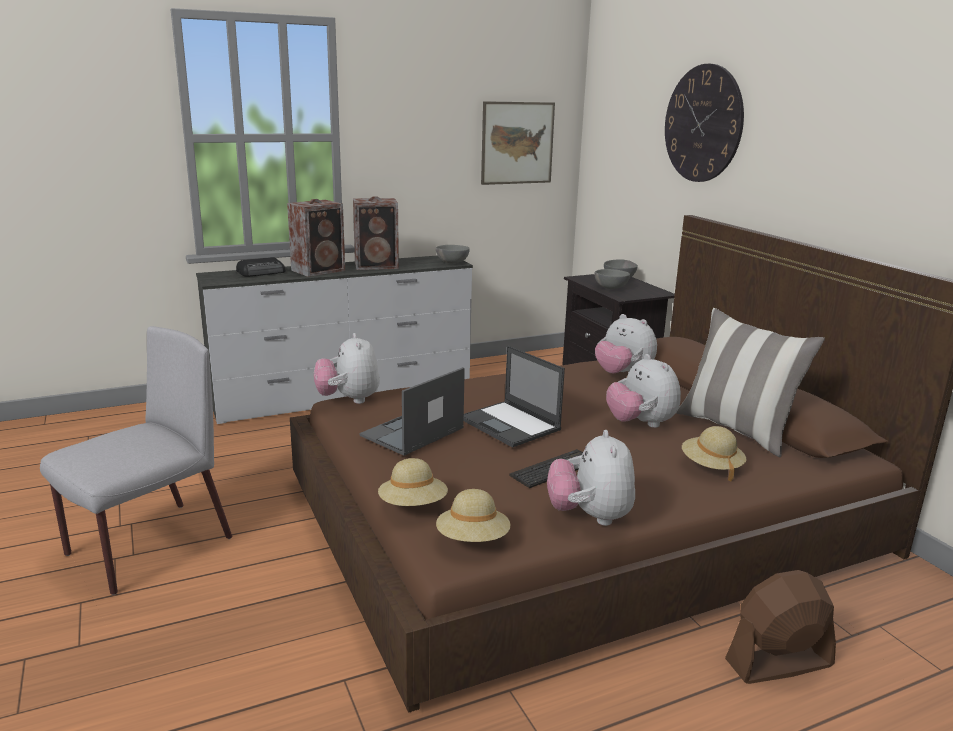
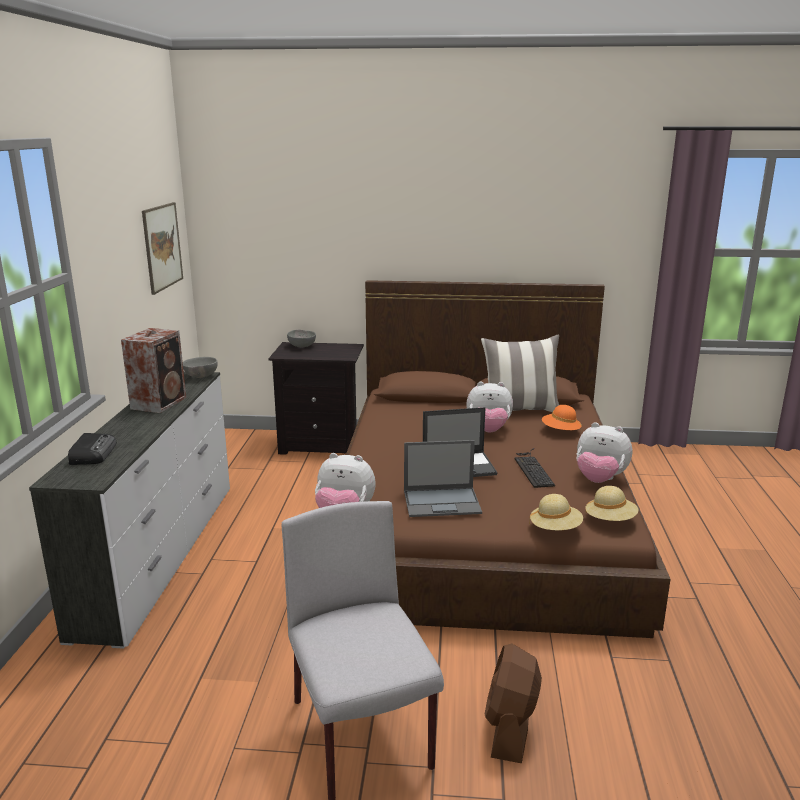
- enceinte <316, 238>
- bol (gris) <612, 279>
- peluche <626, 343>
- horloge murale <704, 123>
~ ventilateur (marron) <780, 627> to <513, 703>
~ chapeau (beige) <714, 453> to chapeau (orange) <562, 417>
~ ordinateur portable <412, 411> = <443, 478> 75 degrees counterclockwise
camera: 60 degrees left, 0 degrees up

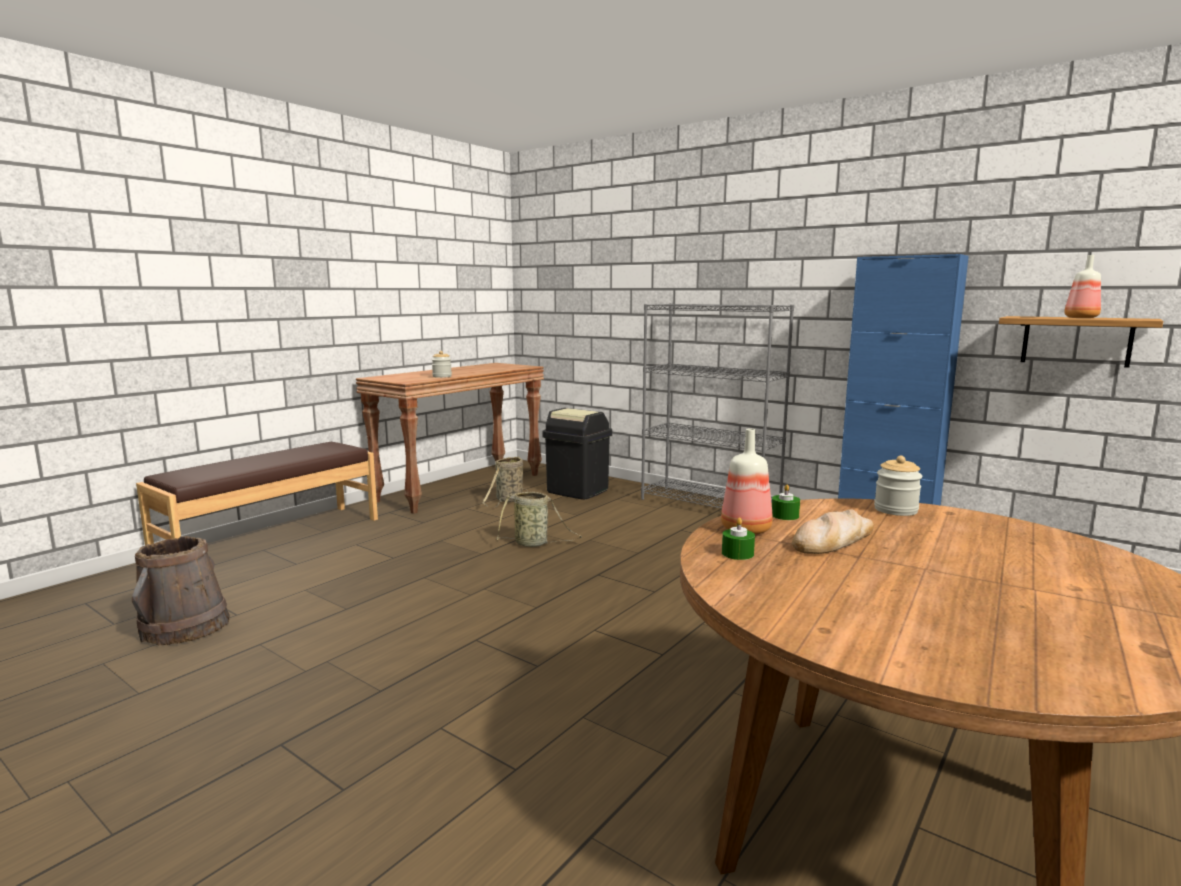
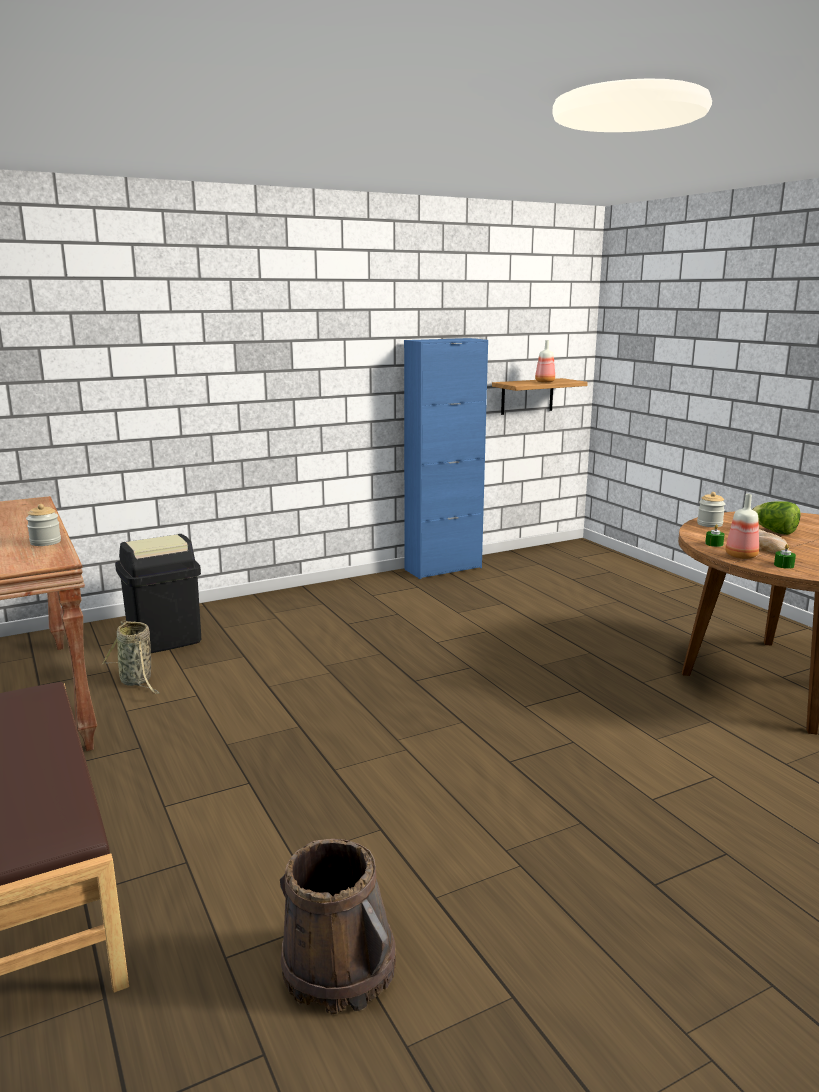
- panier <539, 519>
- bibliothèque (gris) <717, 406>
+ laitue <776, 518>
camera: 65 degrees left, 5 degrees up

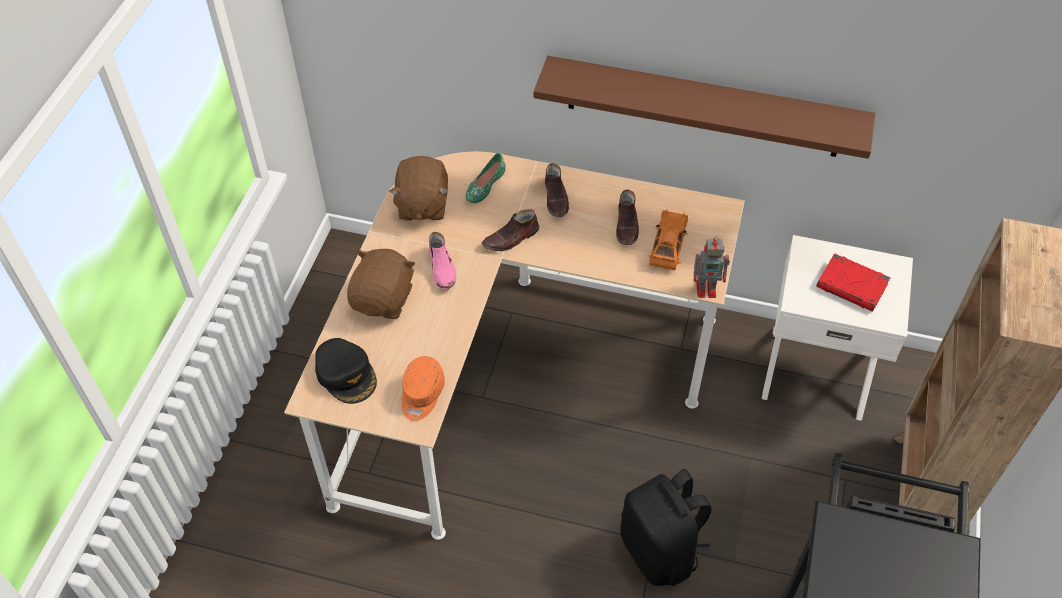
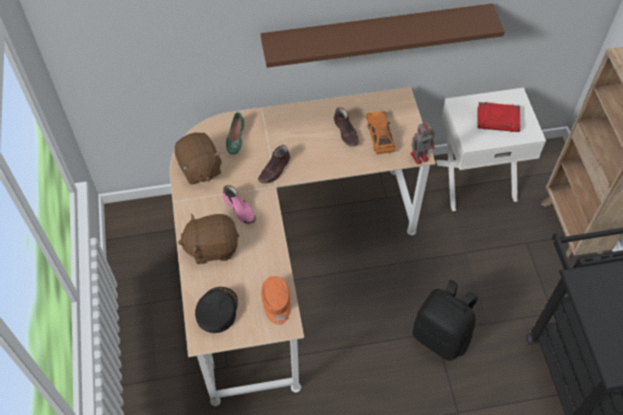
- chaussure (marron) <557, 190>
~ casquette (noir) <346, 371> = <216, 310> 105 degrees counterclockwise
~ peluche (marron) <381, 284> = <208, 239> 90 degrees counterclockwise
camera: 25 degrees left, 5 degrees up

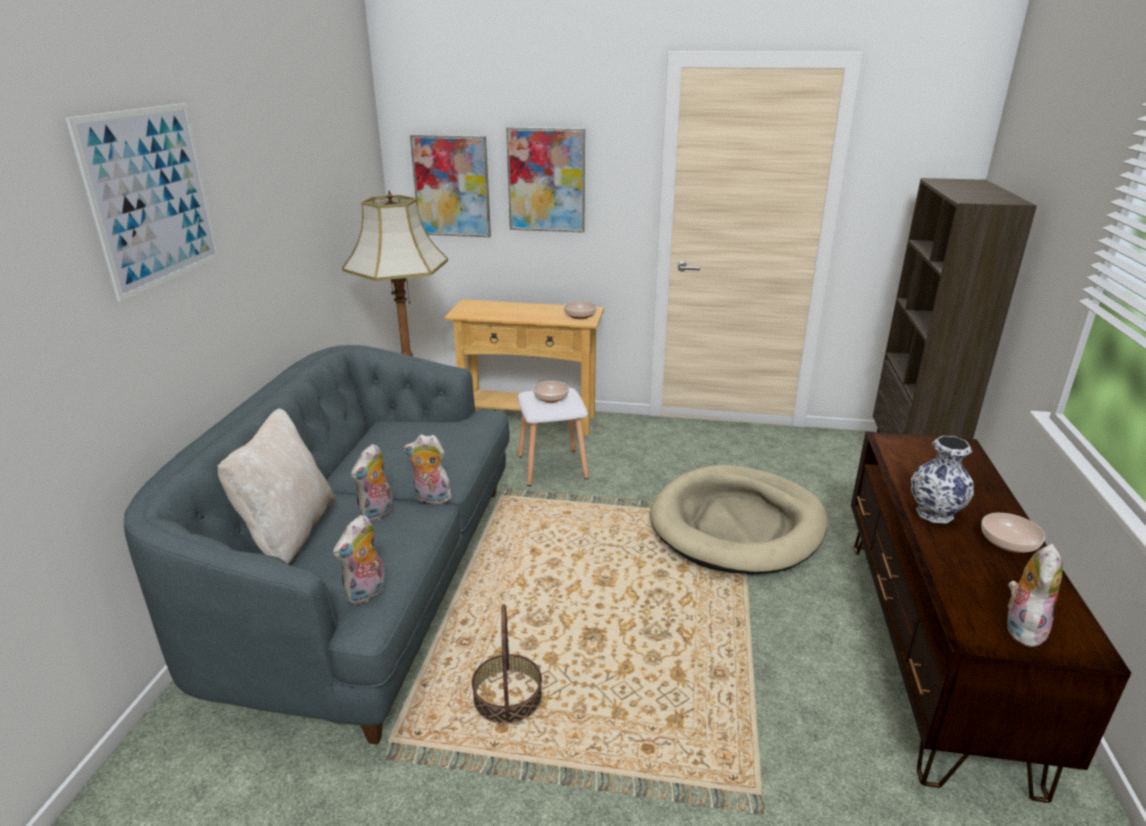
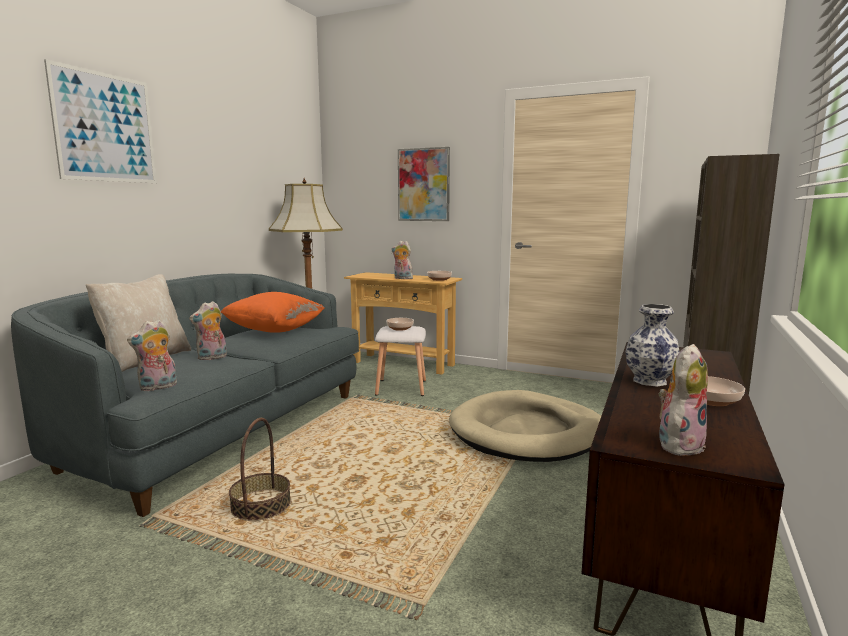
- tableau <450, 186>
+ coussin (orange) <272, 312>
~ peluche <428, 469> to <402, 260>
camera: 15 degrees right, 15 degrees down

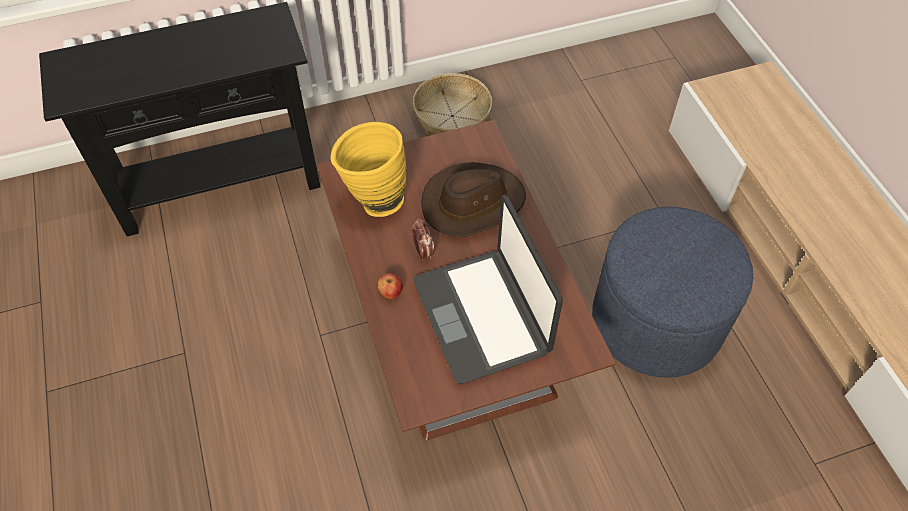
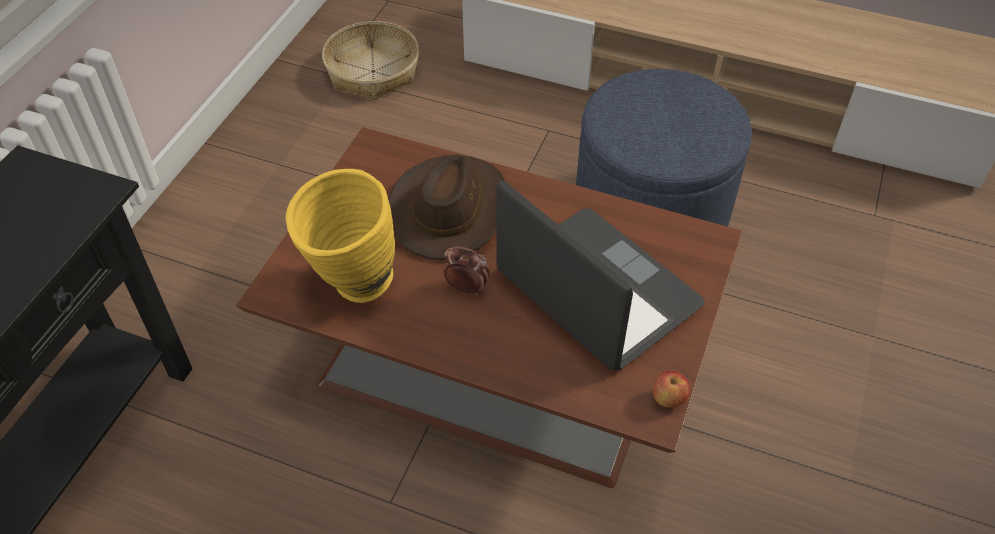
~ pomme <390, 286> to <671, 389>
~ panier <452, 104> to <370, 60>
~ ordinateur portable <488, 289> = <600, 275> 150 degrees counterclockwise
camera: 50 degrees left, 5 degrees down

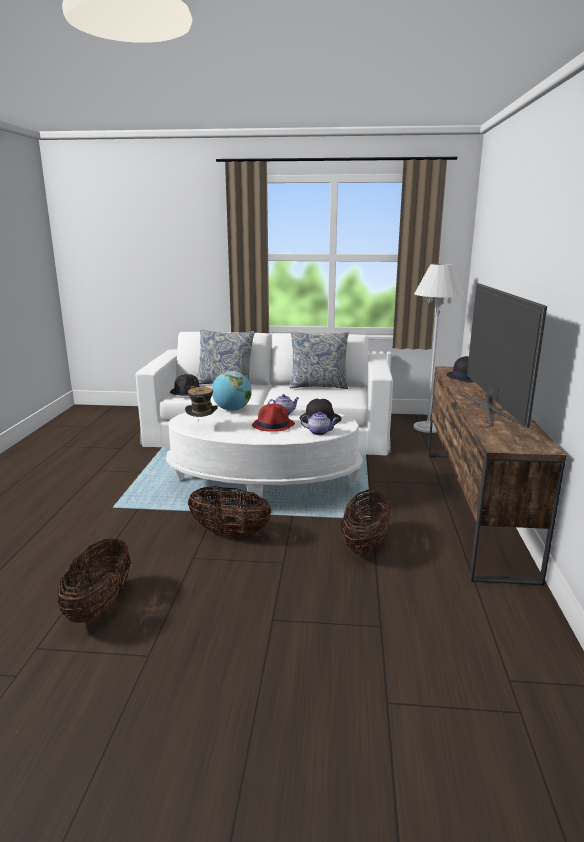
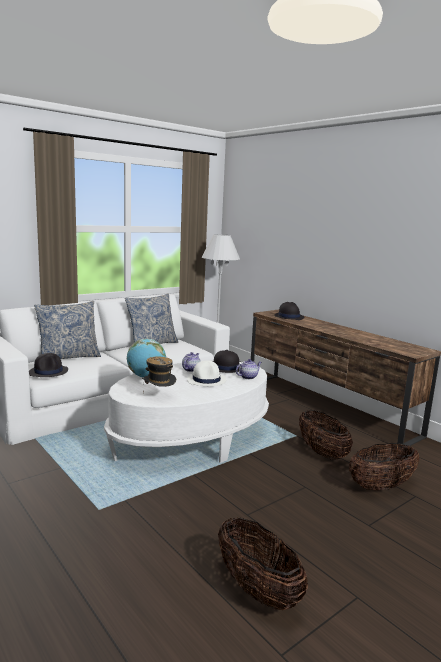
- téléviseur <503, 355>
~ panier <229, 511> to <384, 466>
~ chapeau (rouge) <273, 418> to chapeau (blanc) <206, 373>
camera: 45 degrees left, 5 degrees down

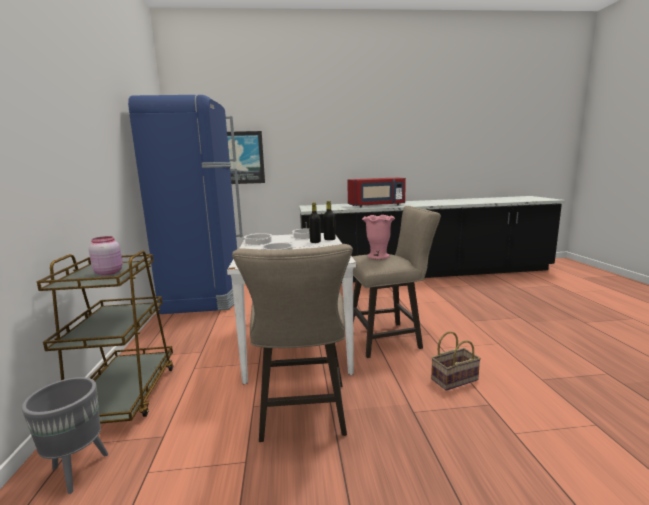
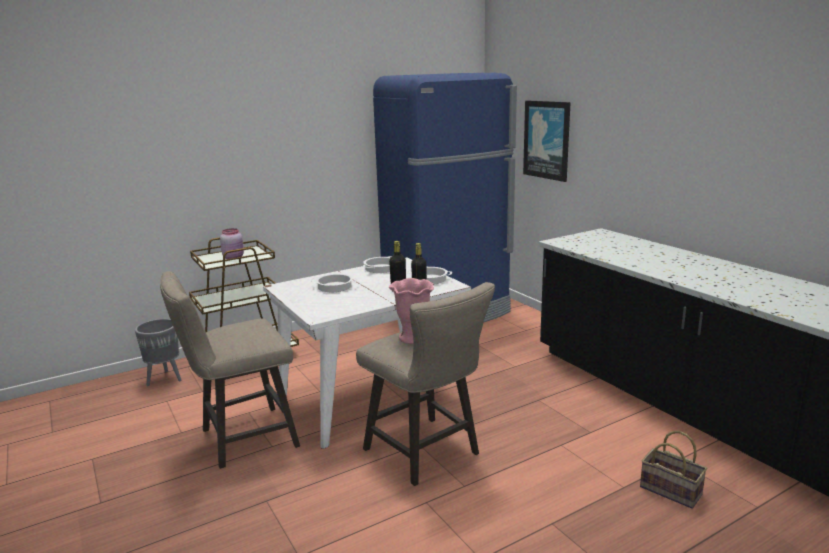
- micro-ondes (rouge) <376, 192>
~ panier <456, 361> to <673, 470>
camera: 65 degrees right, 5 degrees up

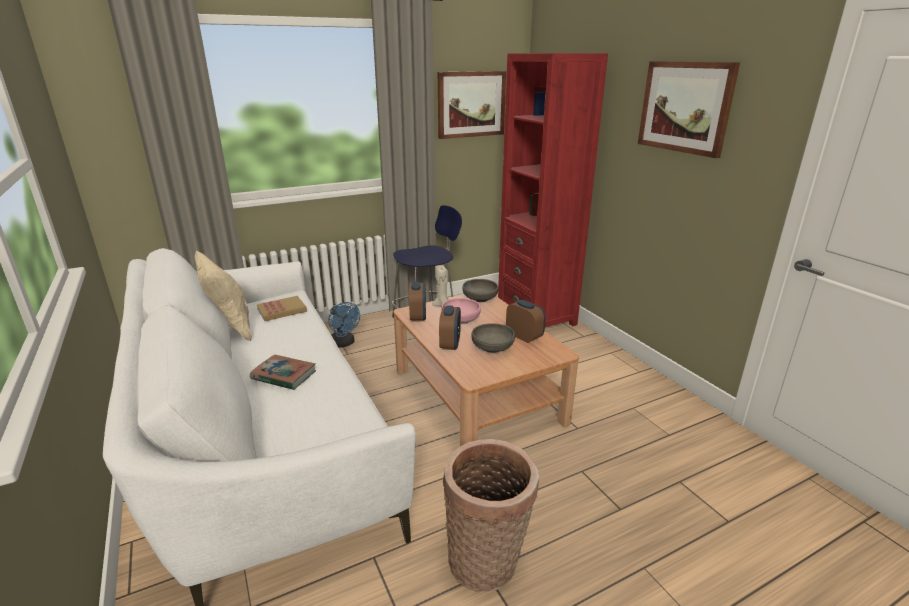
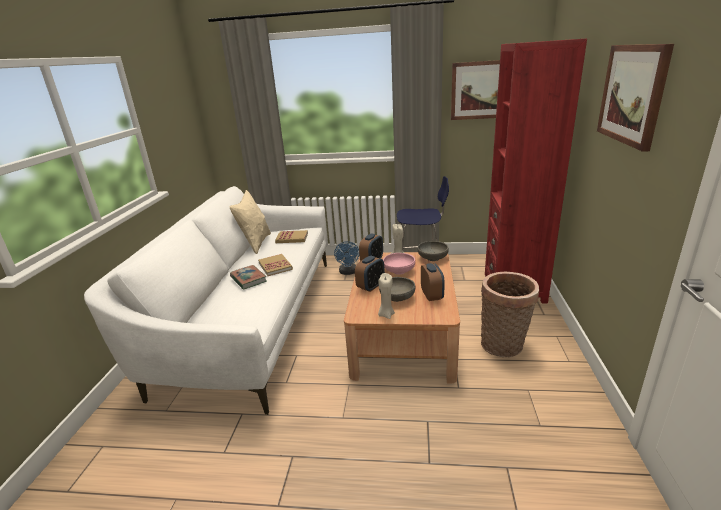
+ livre <275, 265>
+ bougie (beige) <386, 296>
~ panier <491, 515> to <510, 314>
camera: 35 degrees right, 0 degrees up

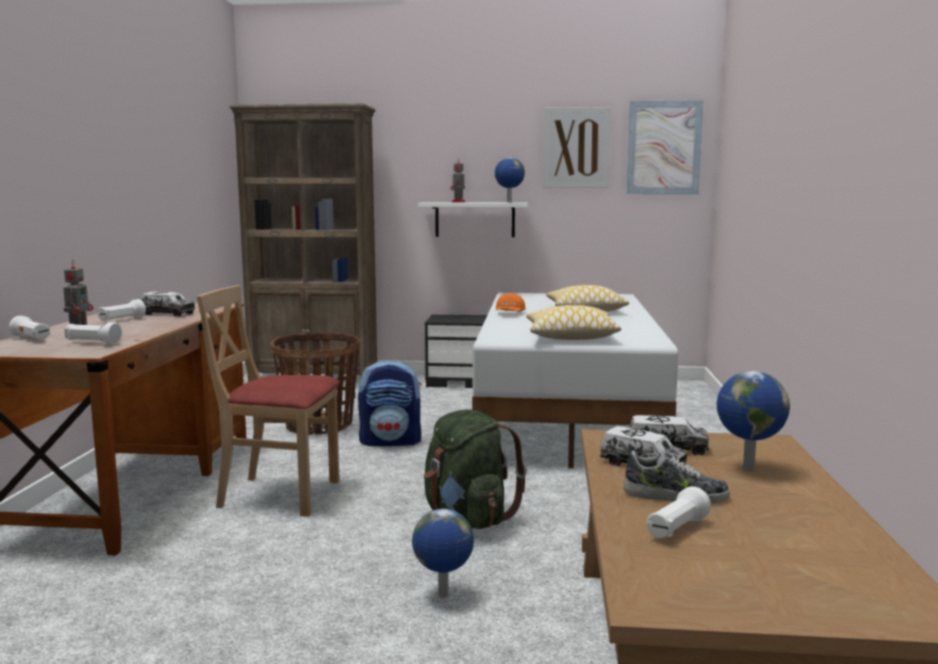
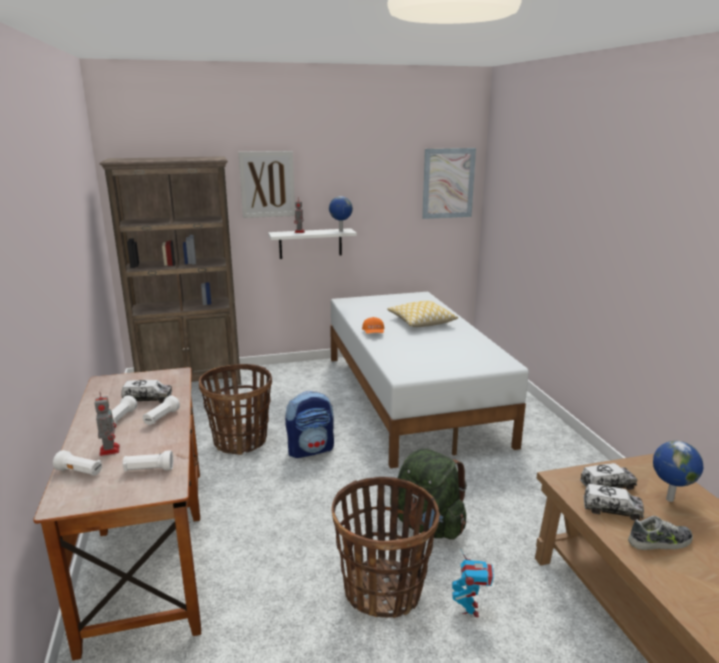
- chaise (beige) <268, 401>
- table de chevet (noir) <456, 351>
- coussin <573, 322>
+ panier <385, 547>
~ tableau <577, 147> to <266, 184>
~ lampe de poche (blanc) <678, 512> to <161, 410>
~ globe <443, 553> to robot jouet <473, 582>
camera: 20 degrees left, 10 degrees up

